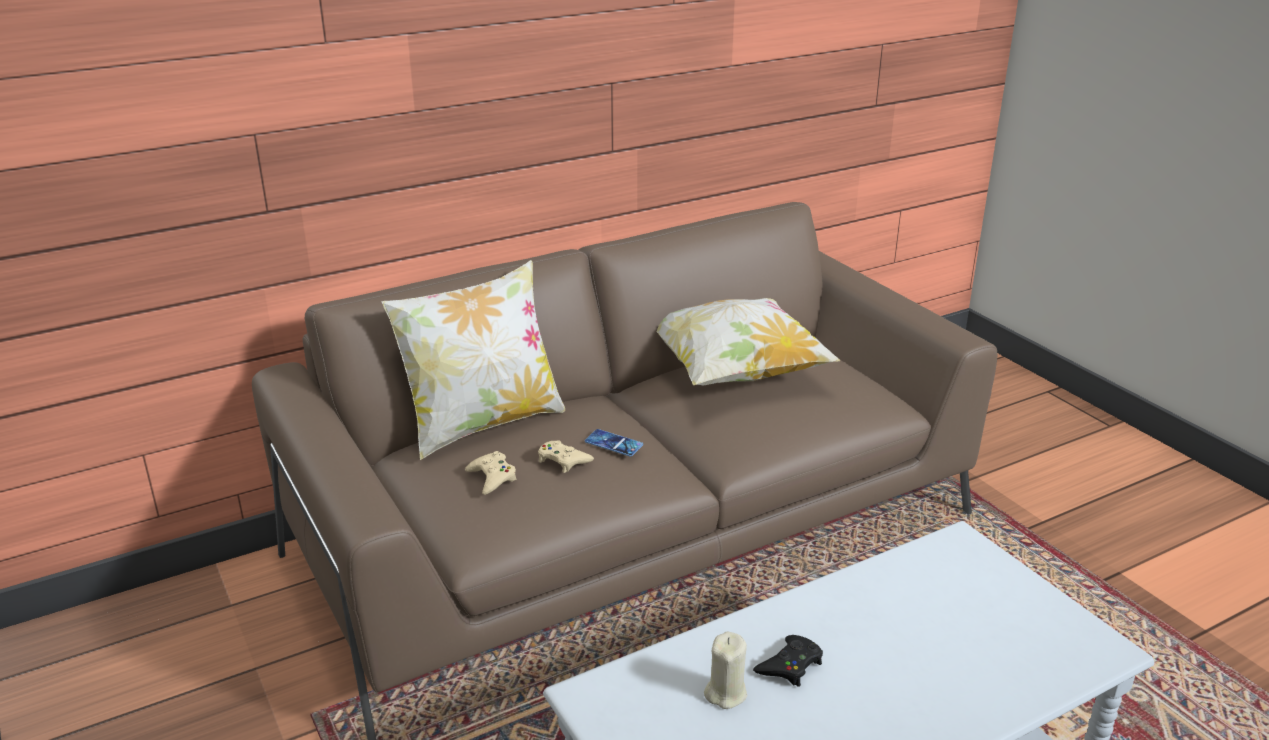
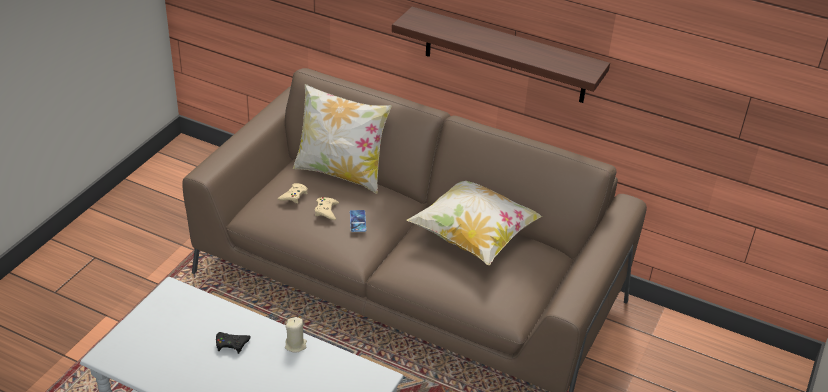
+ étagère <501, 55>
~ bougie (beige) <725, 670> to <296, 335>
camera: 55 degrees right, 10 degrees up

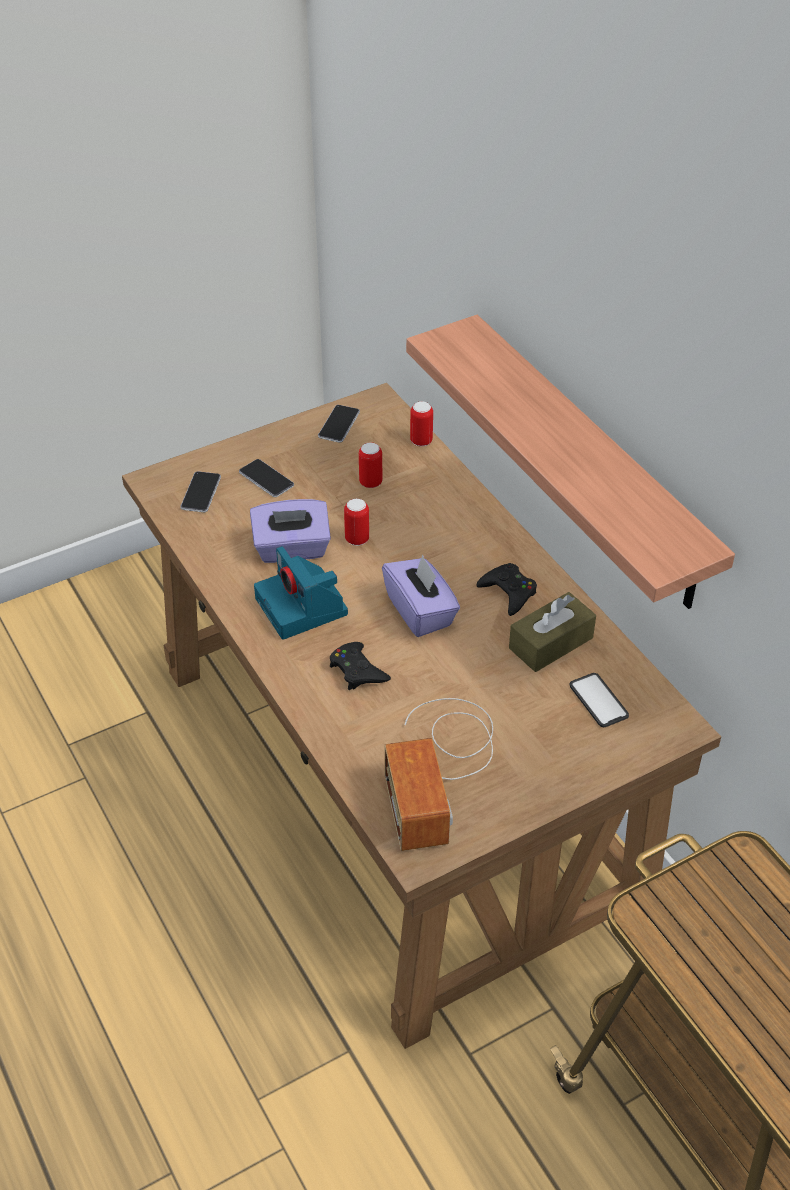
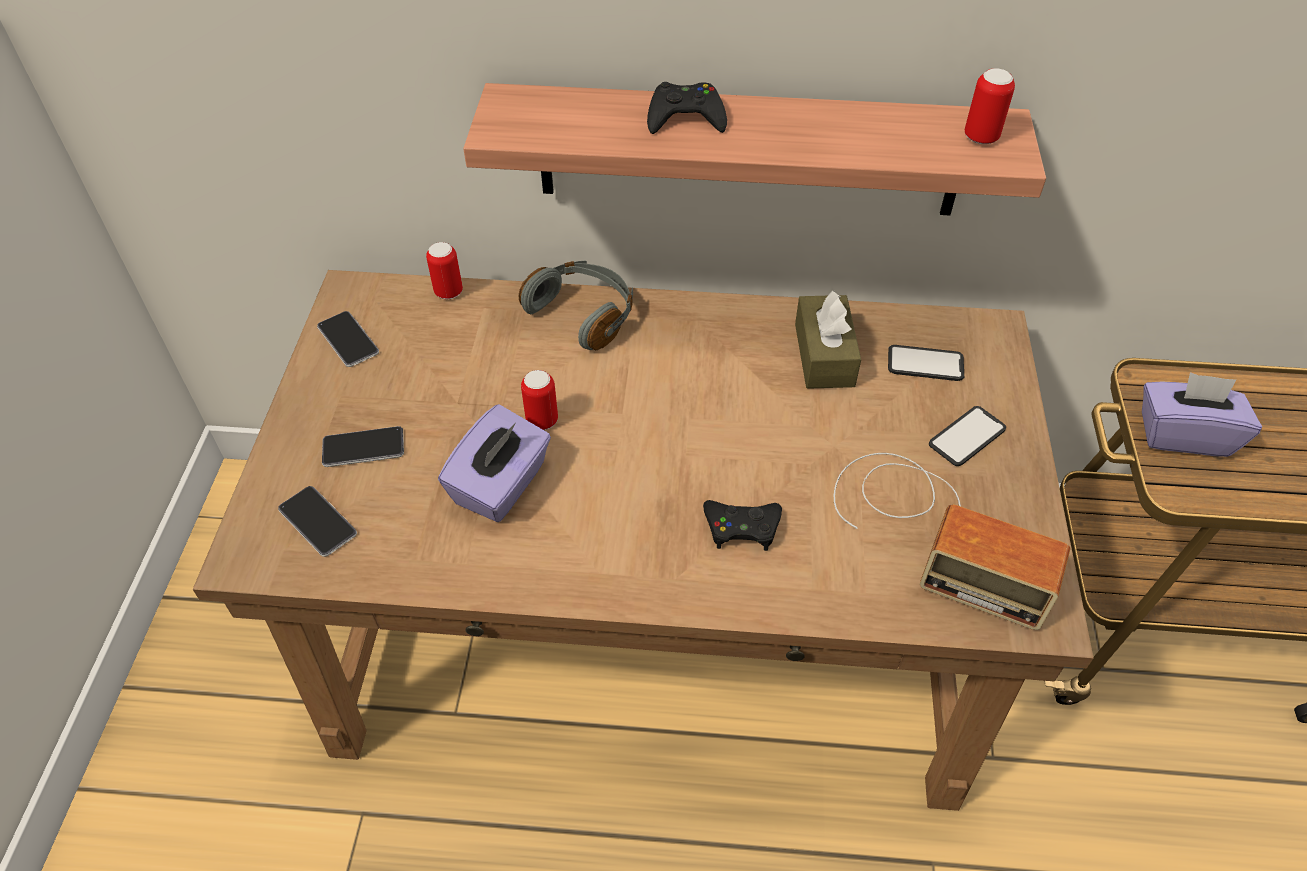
- appareil photo <301, 593>
+ casque audio (gris) <576, 305>
+ téléphone <967, 436>
~ boîte métallique <370, 465> to <990, 106>
~ boîte à mouchoirs (violet) <421, 596> to <1202, 414>
~ manette (noir) <506, 589> to <687, 108>
camera: 55 degrees left, 5 degrees up

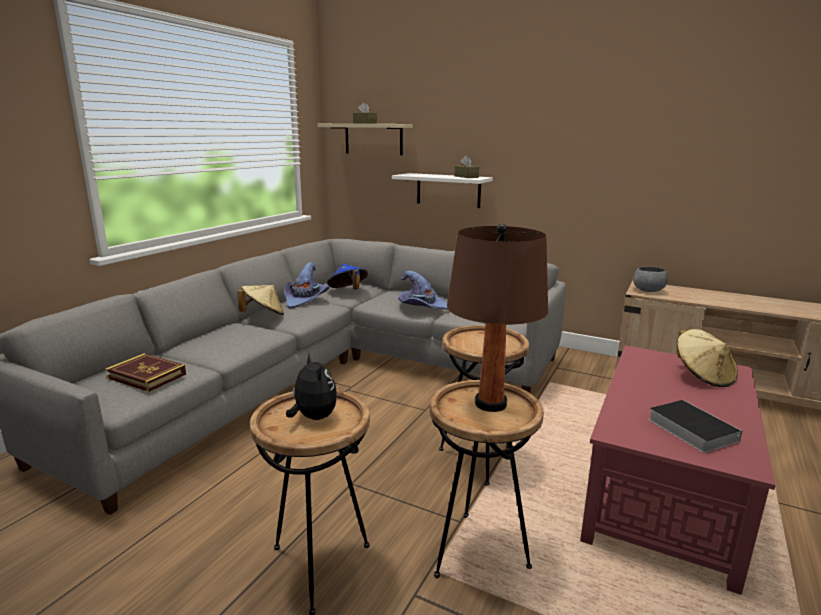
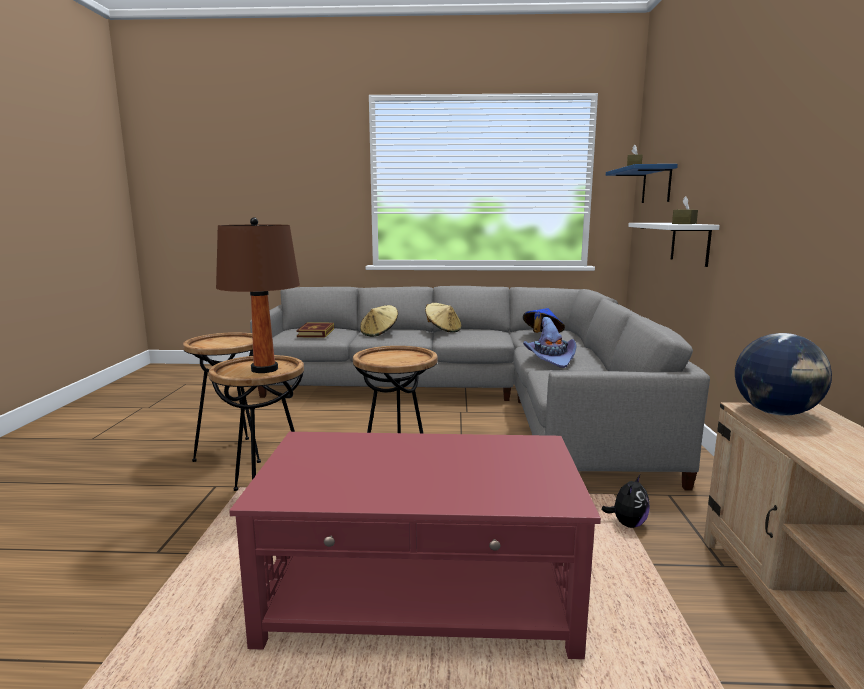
- chapeau (violet) <306, 285>
- livre <695, 426>
~ peluche <311, 386> to <626, 501>
~ chapeau (beige) <707, 358> to <379, 321>
~ bol (gris) <650, 279> to globe <783, 374>
~ étagère (beige) <365, 139> to étagère (bleu) <642, 183>
camera: 65 degrees right, 5 degrees down

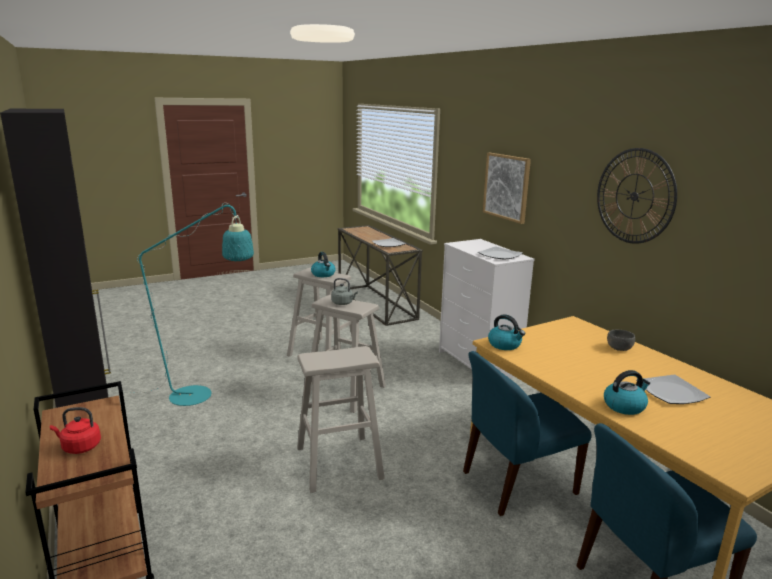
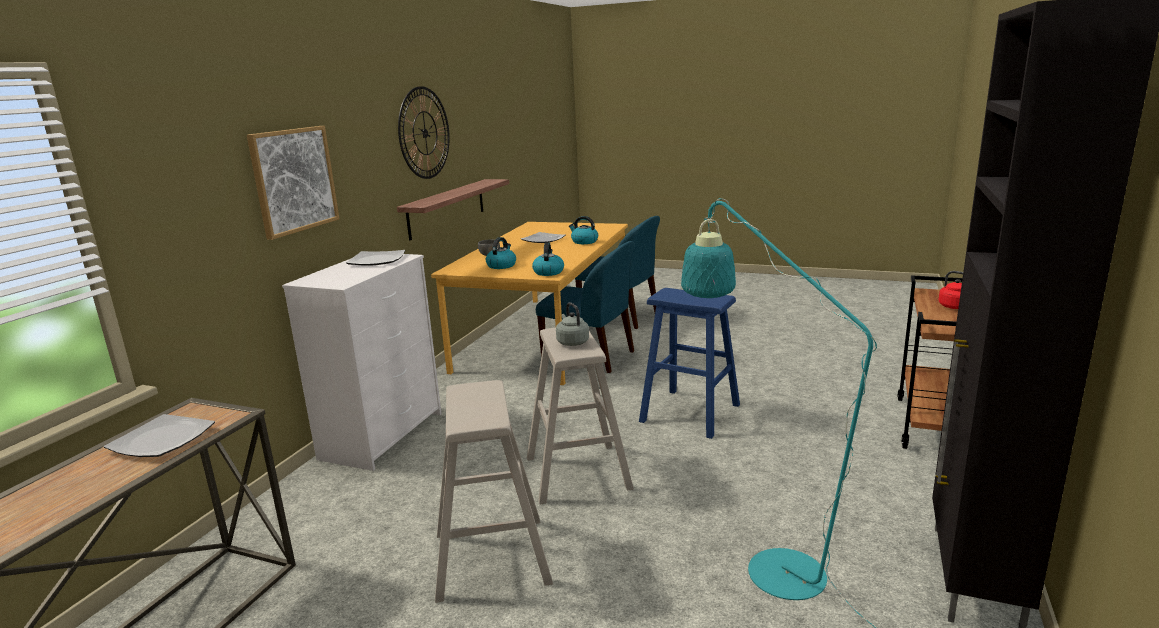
+ étagère <453, 210>
~ bouilloire <323, 264> to <501, 253>
~ tabouret (beige) <341, 419> to tabouret (bleu) <689, 363>
camera: 130 degrees left, 0 degrees up

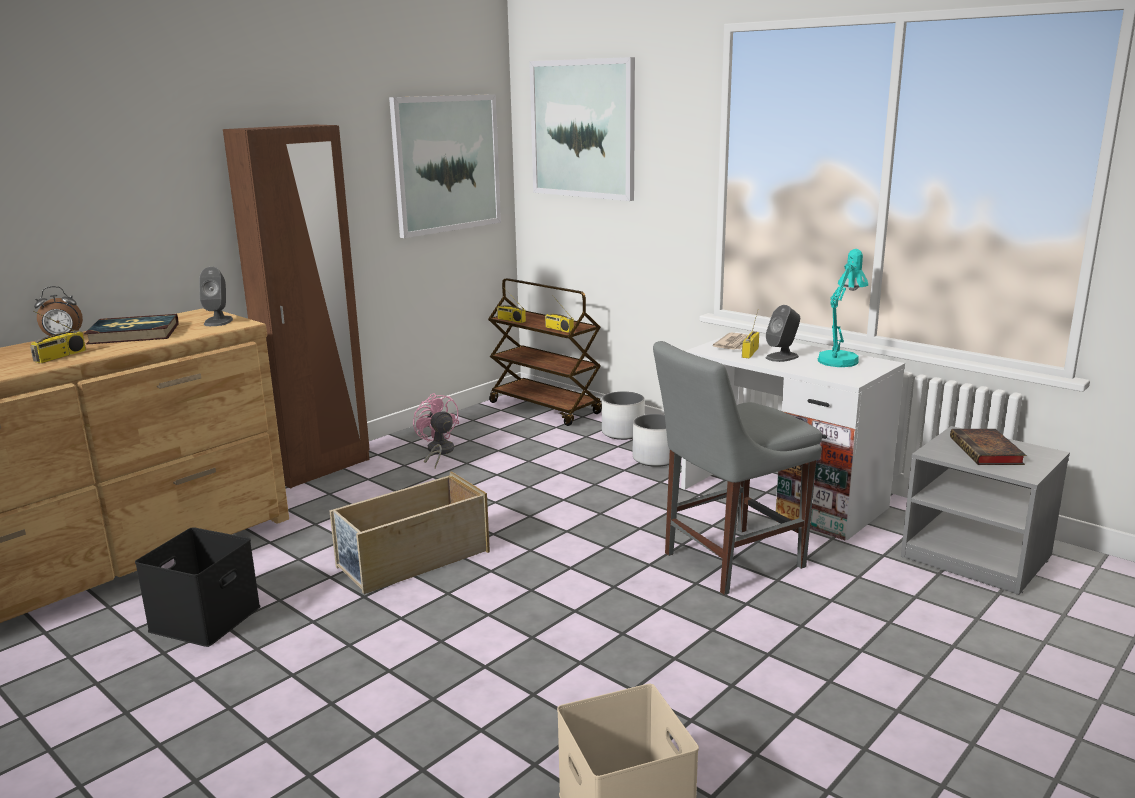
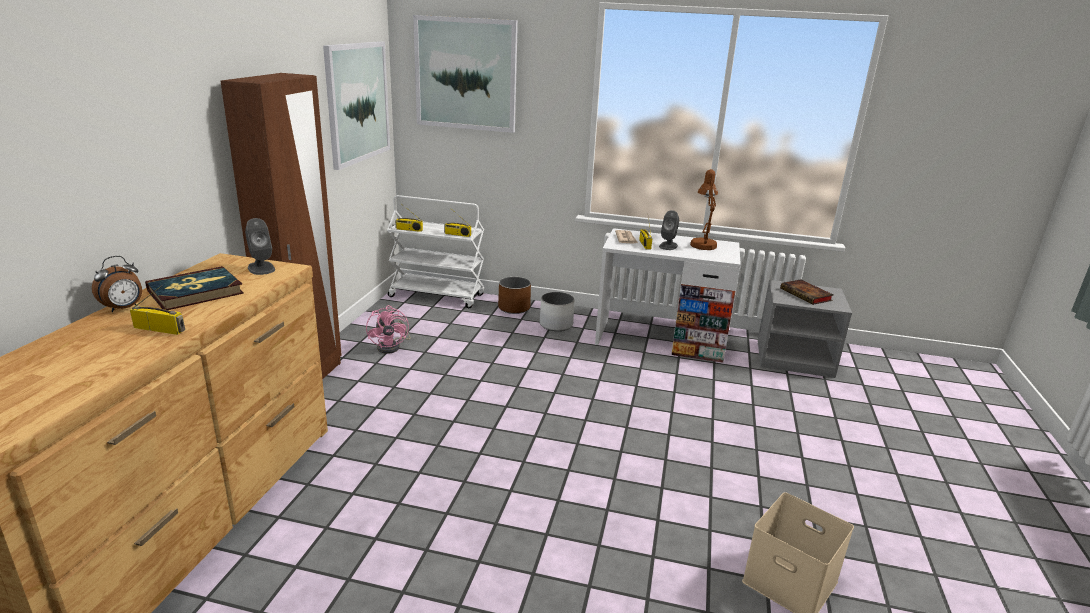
- boîte de rangement (noir) <198, 587>
- boîte de rangement (beige) <409, 533>
- chaise (gris) <737, 468>
~ chariot (marron) <545, 352> to chariot (blanc) <436, 251>
~ cache-pot (blanc) <623, 415> to cache-pot (marron) <514, 295>
~ lampe de table (turquoise) <842, 308> to lampe de table (marron) <704, 209>
~ radio <58, 337> = <157, 310> 75 degrees counterclockwise
~ ventilateur (rose) <436, 430> = <388, 329> 135 degrees counterclockwise
camera: 30 degrees left, 5 degrees up

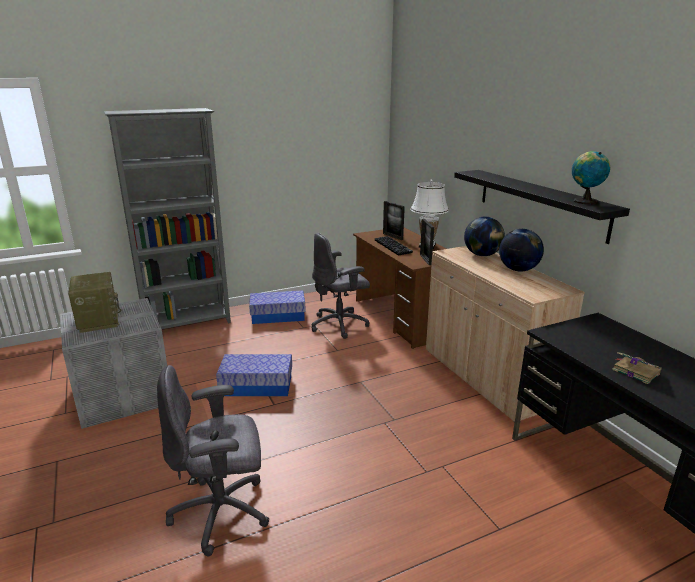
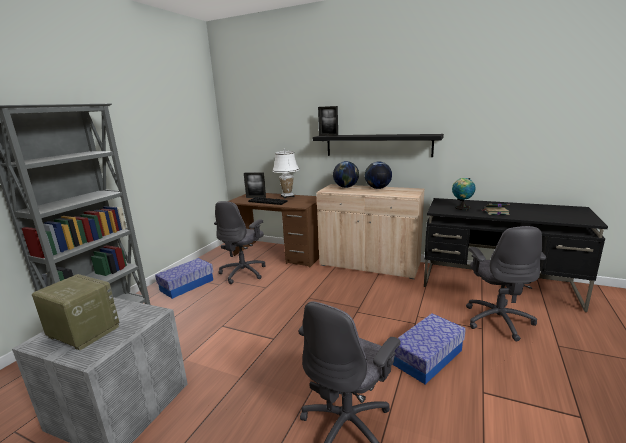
+ chaise de bureau (gris) <506, 283>
~ boîte de rangement <254, 375> to <429, 348>
~ cadre photo <427, 242> to <328, 121>
~ globe <591, 178> to <464, 194>
camera: 40 degrees left, 5 degrees down

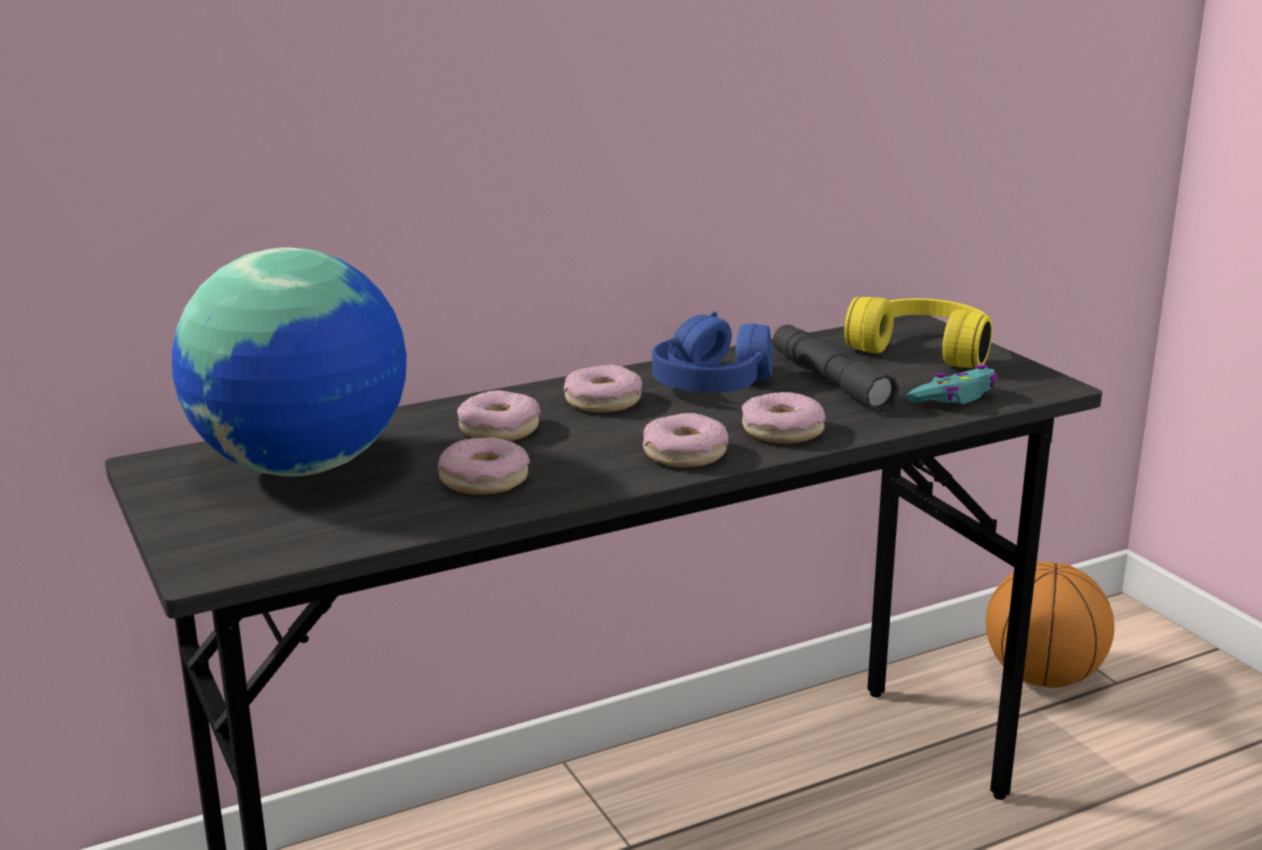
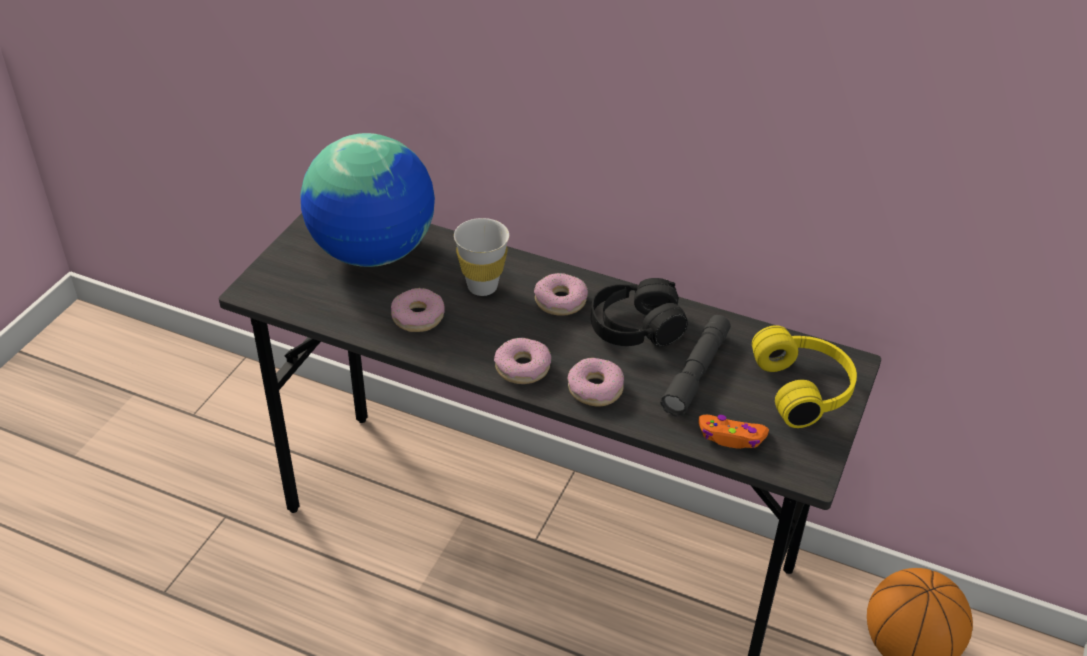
~ beignet <498, 415> to tasse (blanc) <481, 257>
~ casque audio (bleu) <712, 352> to casque audio (noir) <639, 312>
~ manette (turquoise) <951, 384> to manette (orange) <734, 432>
camera: 50 degrees right, 20 degrees up

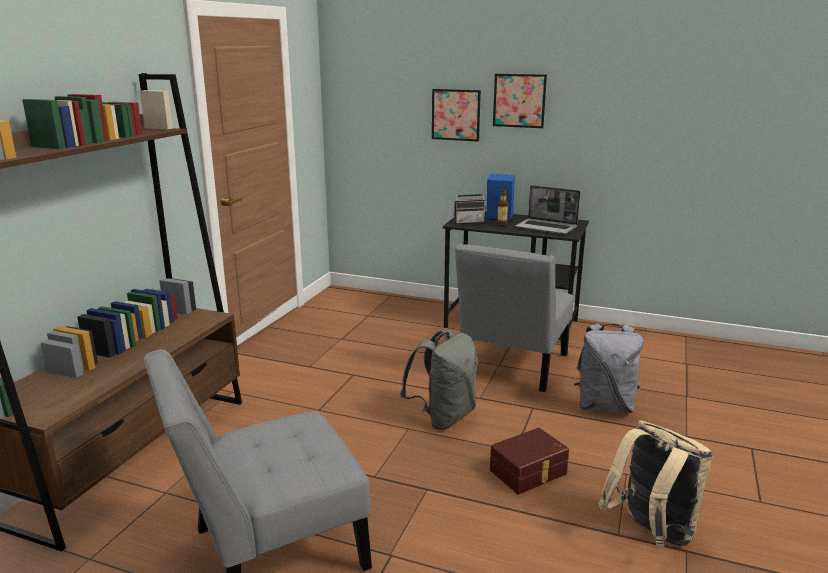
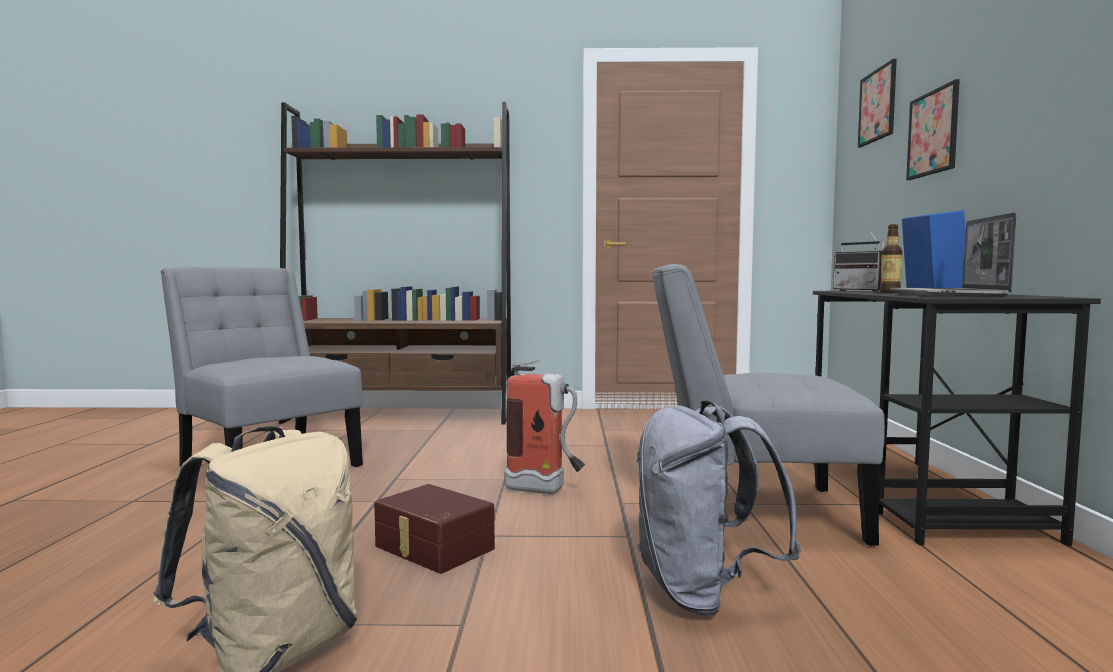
~ tableau <520, 101> to <877, 103>
~ sac à dos (gris) <439, 380> to extincteur <545, 427>
camera: 70 degrees right, 15 degrees down

